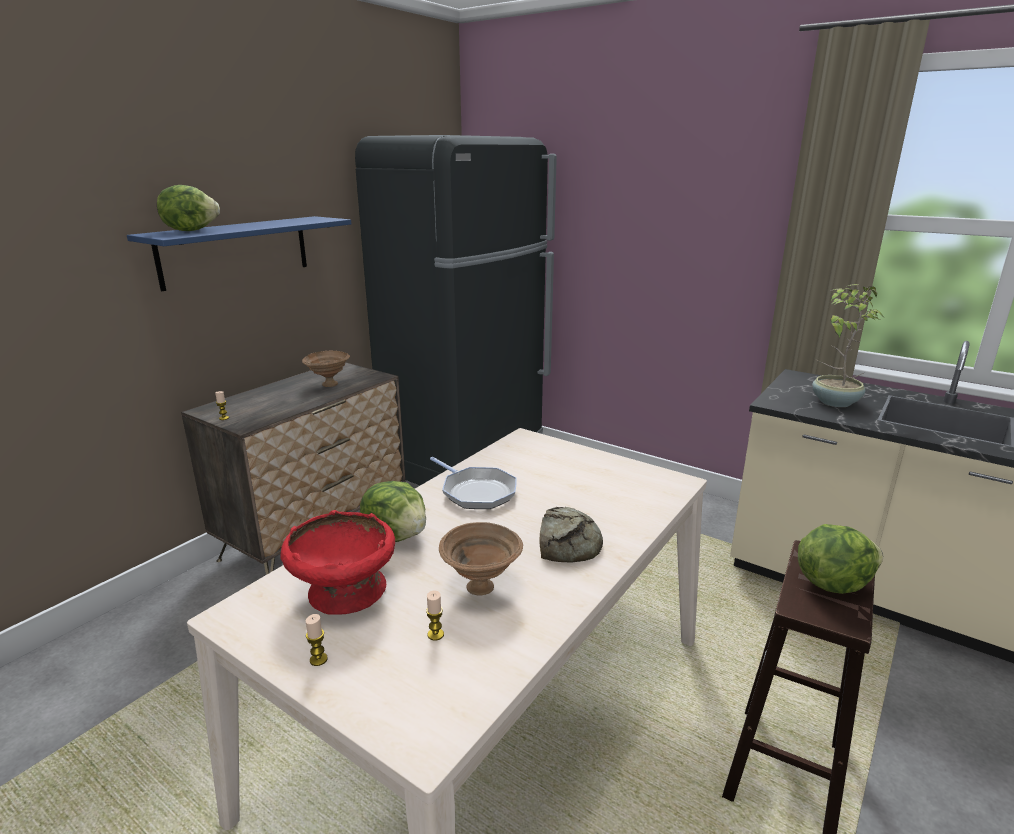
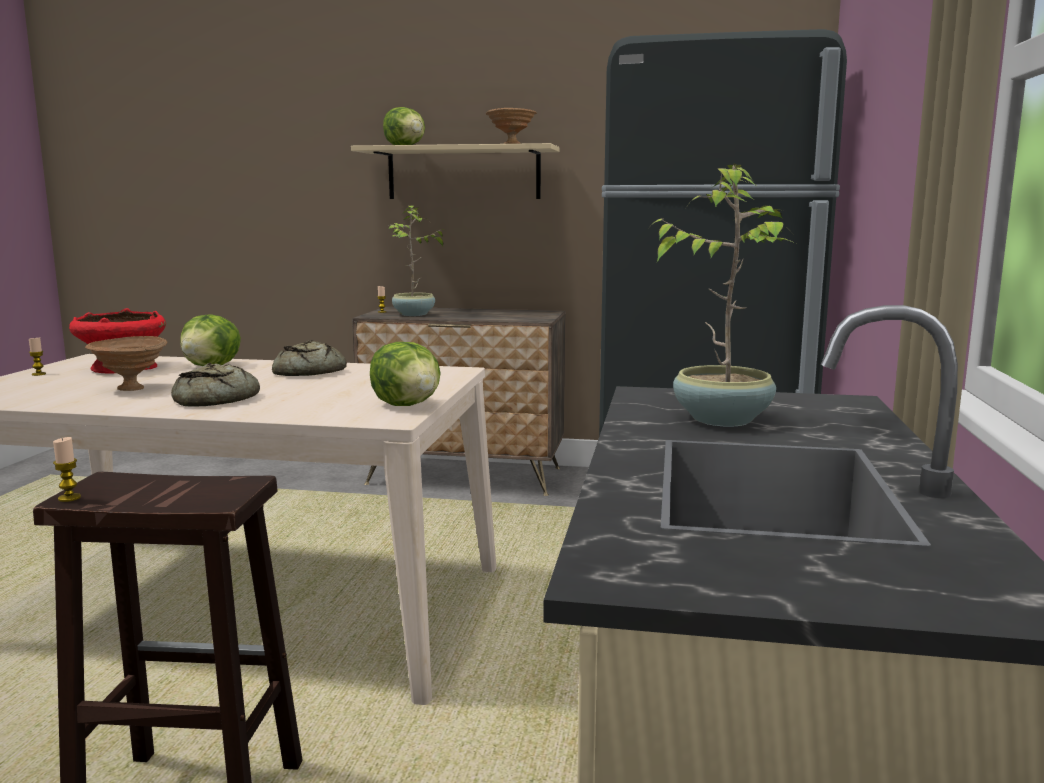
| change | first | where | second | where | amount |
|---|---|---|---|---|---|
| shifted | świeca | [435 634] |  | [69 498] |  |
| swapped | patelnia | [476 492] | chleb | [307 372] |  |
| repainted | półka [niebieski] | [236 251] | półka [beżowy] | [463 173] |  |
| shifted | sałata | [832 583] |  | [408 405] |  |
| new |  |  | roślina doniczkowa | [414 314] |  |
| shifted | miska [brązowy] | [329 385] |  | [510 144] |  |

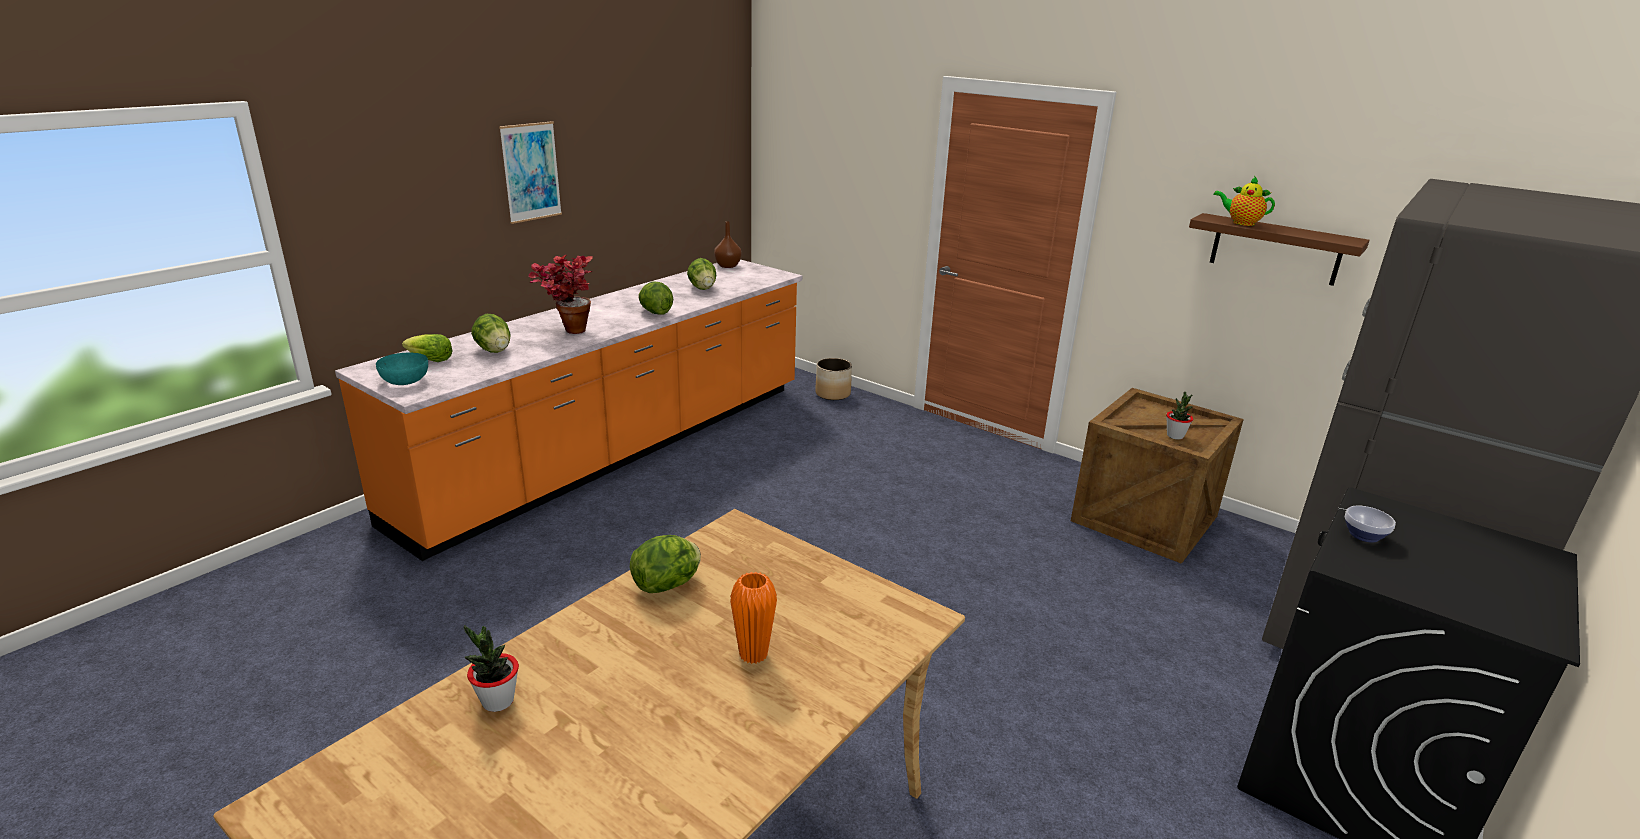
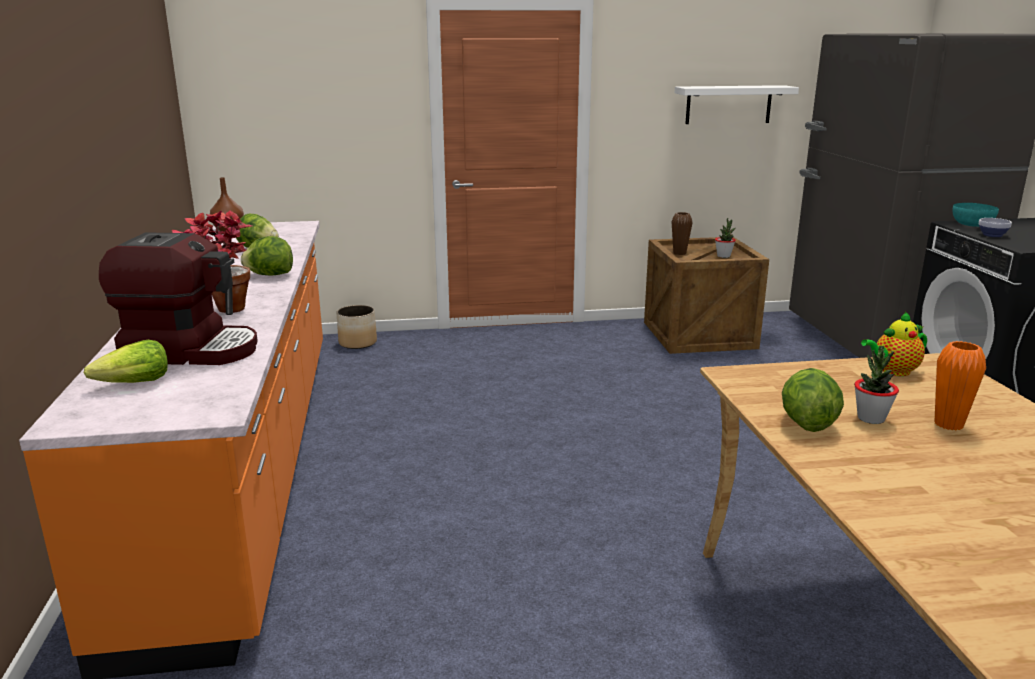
| change | first | where | second | where | amount |
|---|---|---|---|---|---|
| swapped | sałata | [494 350] | ekspres do kawy | [191 350] |  |
| new |  |  | wazon [brązowy] | [679 253] |  |
| repainted | półka [brązowy] | [1275 249] | półka [biały] | [728 104] |  |
| shifted | roślina doniczkowa | [497 701] |  | [871 418] |  |
| shifted | imbryk | [1241 223] |  | [892 371] |  |
| shifted | miska [turkusowy] | [405 380] |  | [971 224] |  |
| gone | obraz | [531 172] |  |  |  |

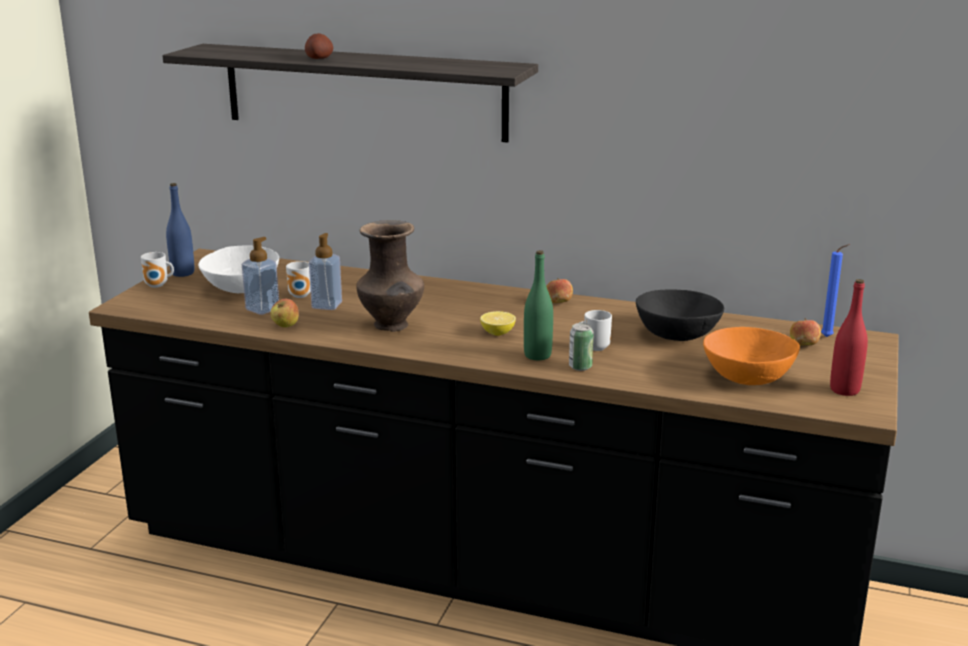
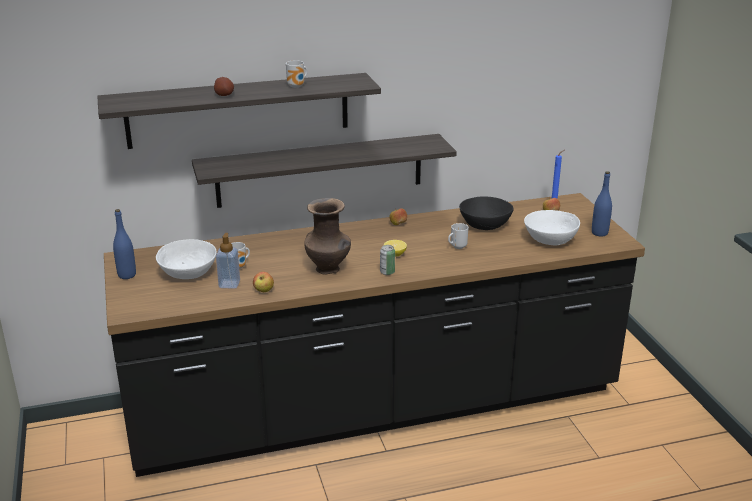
| change | first | where | second | where | amount |
|---|---|---|---|---|---|
| new |  |  | półka | [320 170] |  |
| shifted | kubek | [158 285] |  | [297 86] |  |
| shifted | puszka | [580 367] |  | [387 272] |  |
| repainted | miska [pomarańczowy] | [747 376] | miska [biały] | [550 240] |  |
| repainted | butelka [czerwony] | [844 390] | butelka [niebieski] | [599 233] |  |
| gone | dozownik mydła | [327 305] |  |  |  |
| gone | butelka [zielony] | [537 355] |  |  |  |

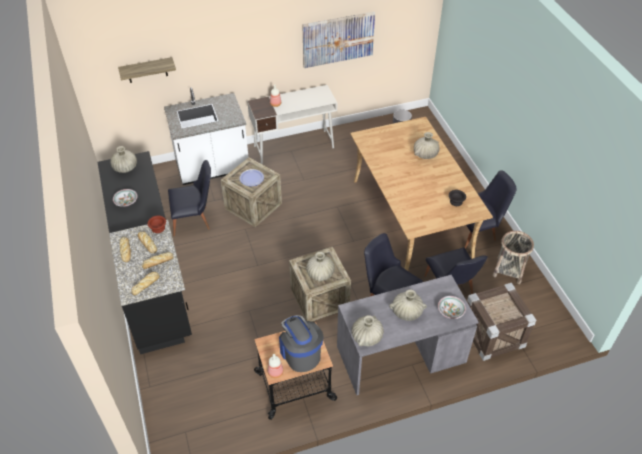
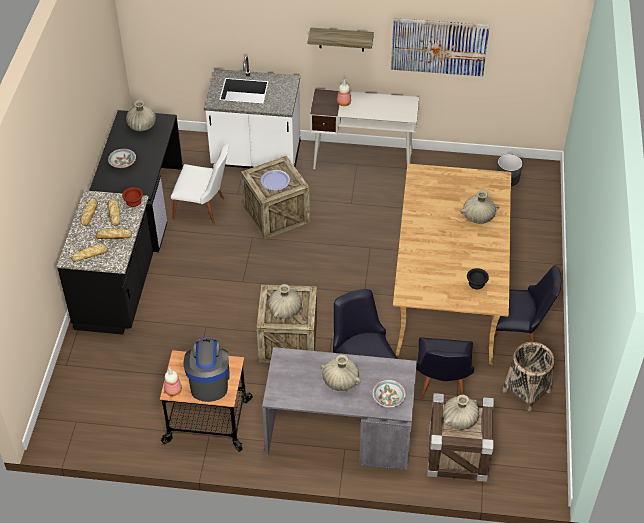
| change | first | where | second | where | amount |
|---|---|---|---|---|---|
| repainted | krzesło [czarny] | [195 220] | krzesło [biały] | [204 209] |  |
| shifted | półka | [147 70] |  | [341 39] |  |
| shifted | wazon [beżowy] | [367 337] |  | [460 420] |  |

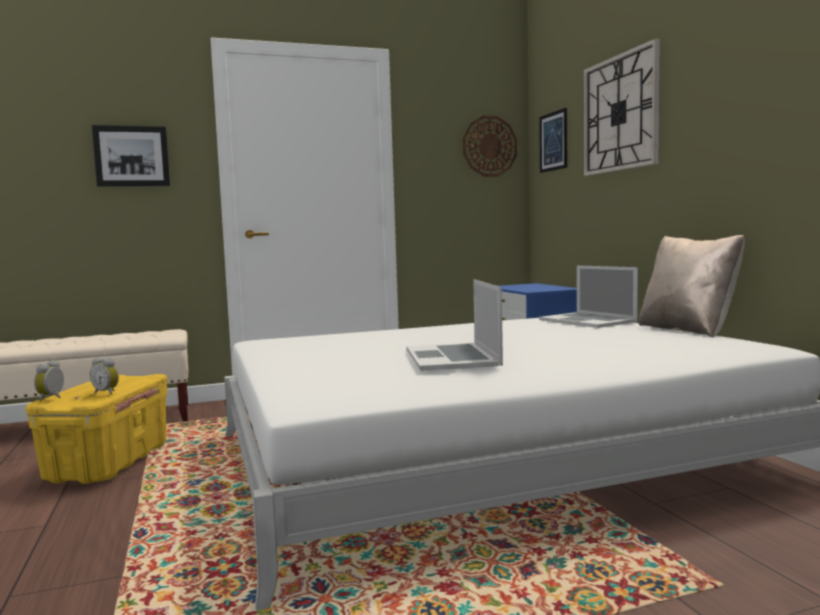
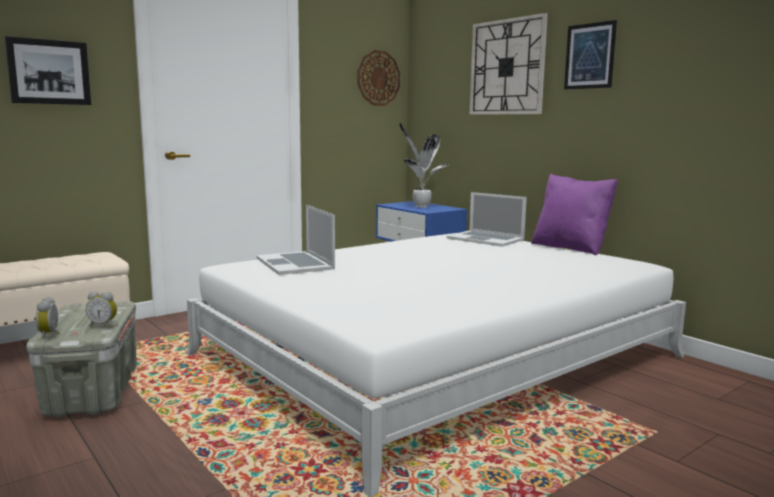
| change | first | where | second | where | amount |
|---|---|---|---|---|---|
| repainted | pojemnik do przechowywania [żółty] | [109 464] | pojemnik do przechowywania [szary] | [93 392] |  |
| shifted | laptop | [452 357] |  | [295 263] |  |
| new |  |  | roślina doniczkowa | [420 206] |  |
| repainted | poduszka [beżowy] | [688 330] | poduszka [fioletowy] | [570 248] |  |
| shifted | obraz | [553 141] |  | [589 56] |  |

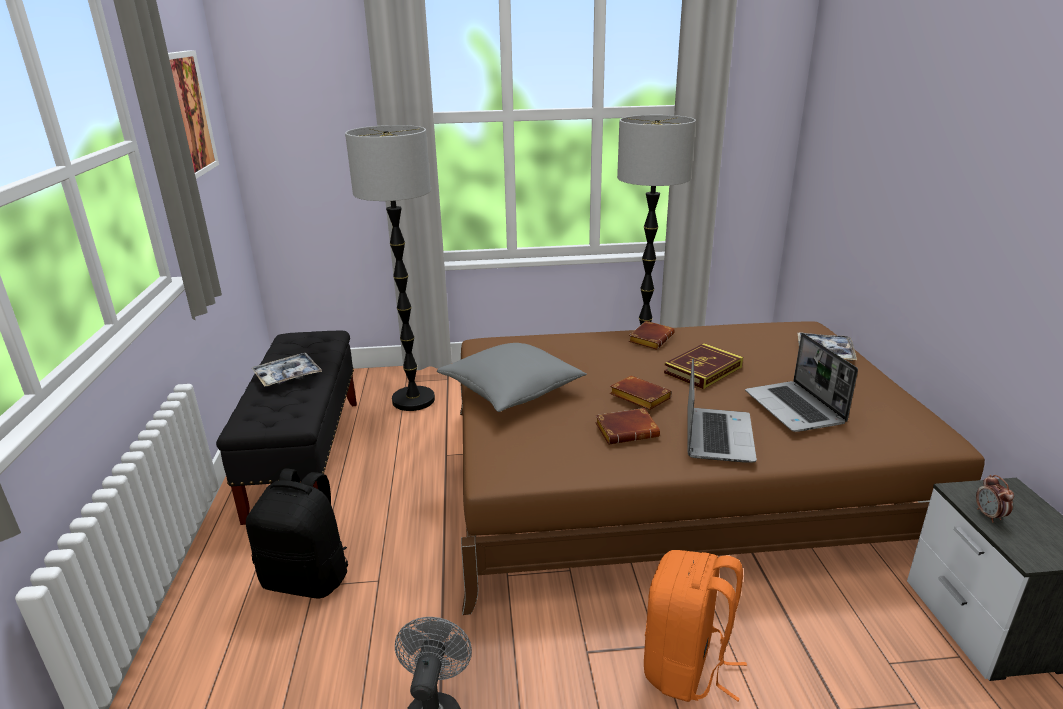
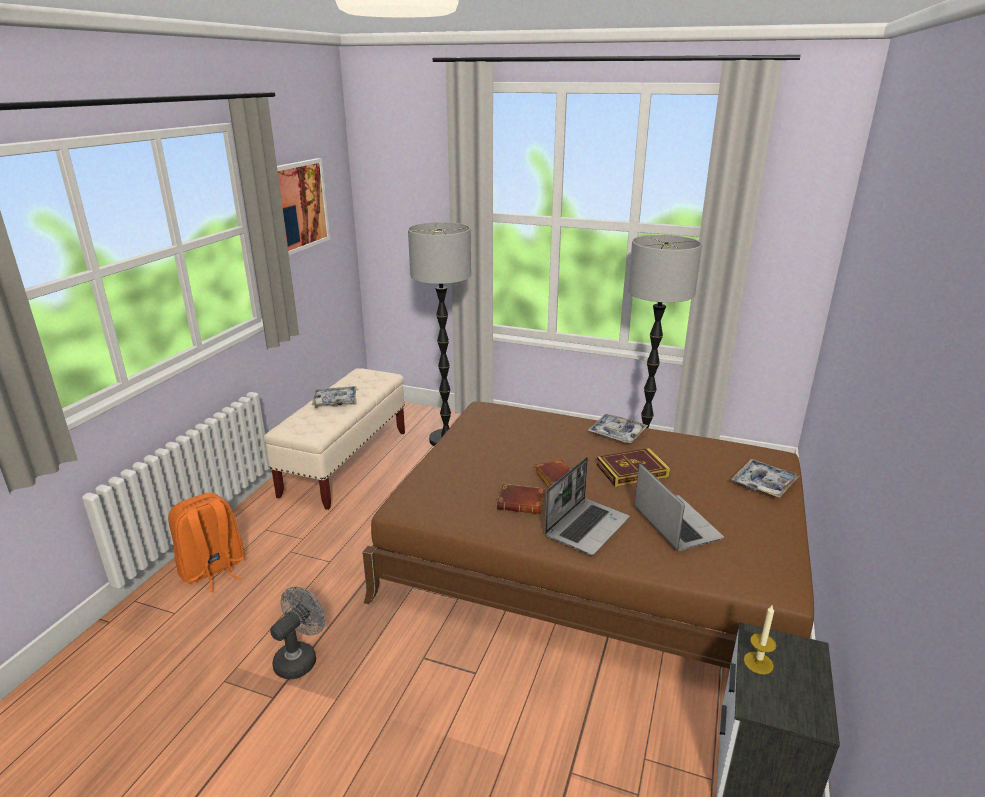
| change | first | where | second | where | amount |
|---|---|---|---|---|---|
| shifted | plecak [pomarańczowy] | [686 667] |  | [213 570] |  |
| repainted | ławka [czarny] | [306 457] | ławka [beżowy] | [346 463] |  |
| swapped | książka [brązowy] | [650 339] | taca | [617 433] |  |
| rotated | laptop | [795 408] |  | [675 524] | 150 degrees clockwise |
| swapped | budzik | [989 515] | świeca | [758 663] |  |
| gone | plecak [czarny] | [308 578] |  |  |  |
| gone | poduszka [szary] | [511 391] |  |  |  |

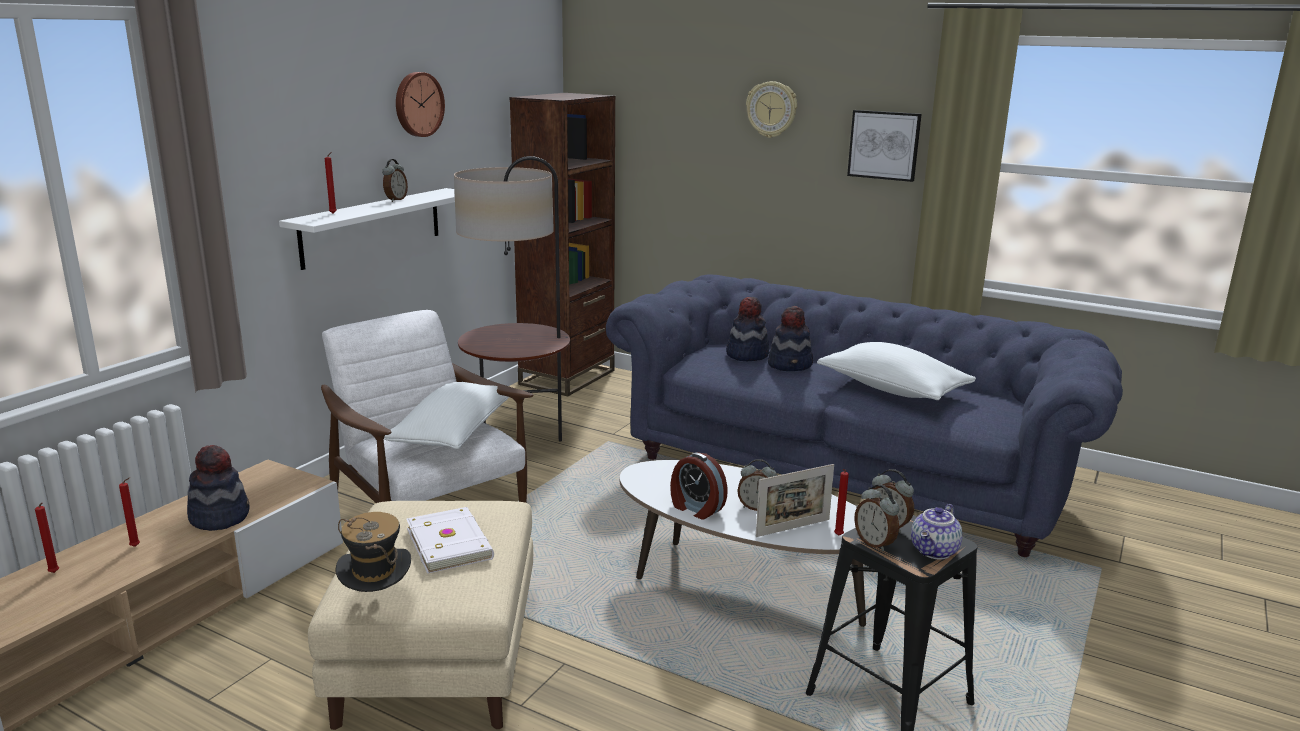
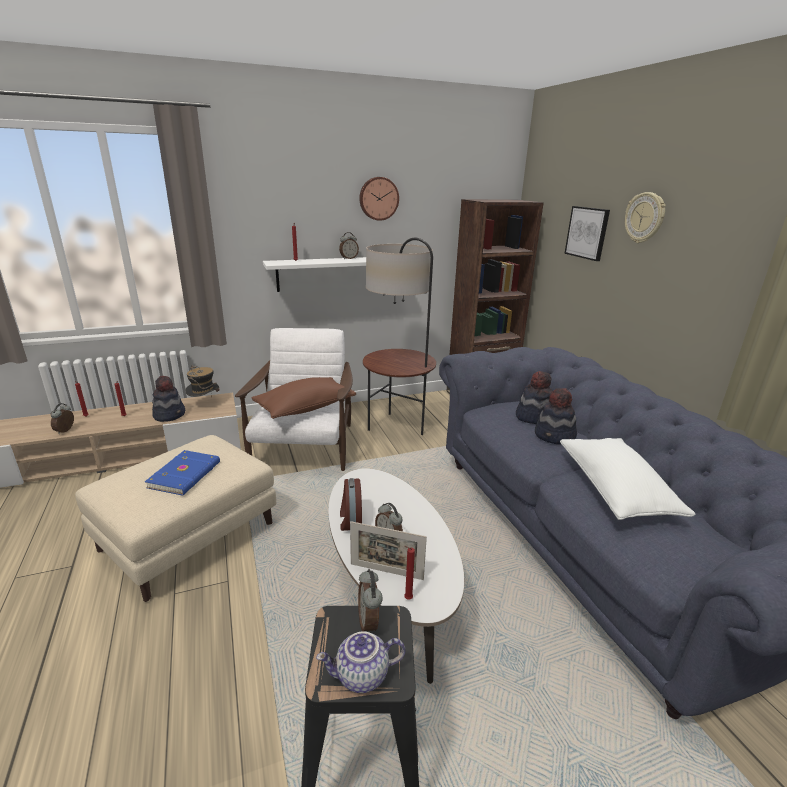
| change | first | where | second | where | amount |
|---|---|---|---|---|---|
| shifted | budzik | [875 543] |  | [66 431] |  |
| repainted | książka [biały] | [451 543] | książka [niebieski] | [186 475] |  |
| shifted | kapelusz | [377 602] |  | [205 404] |  |
| repainted | poduszka [biały] | [452 433] | poduszka [brązowy] | [305 408] |  |
| shifted | obraz | [884 145] |  | [587 233] |  |

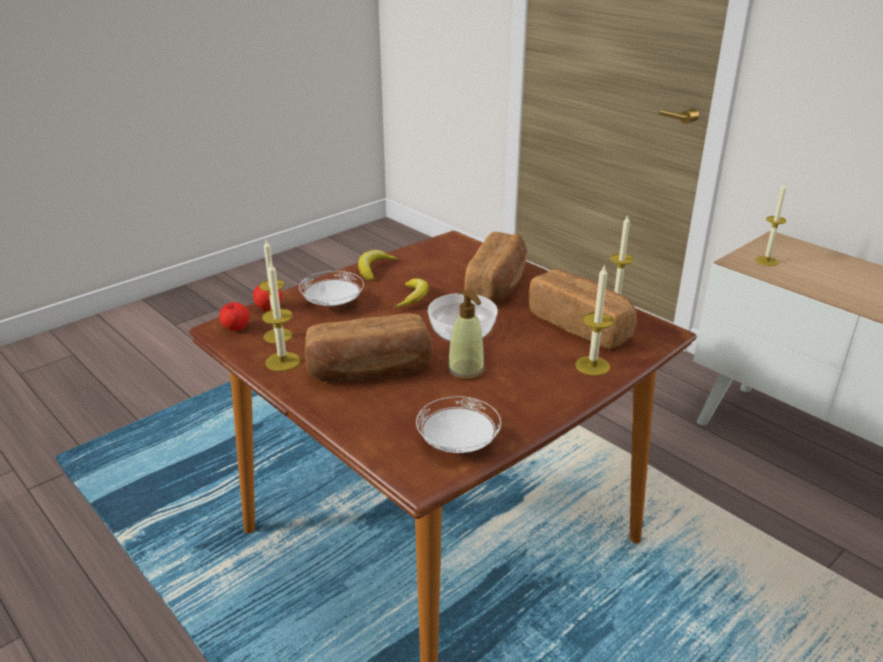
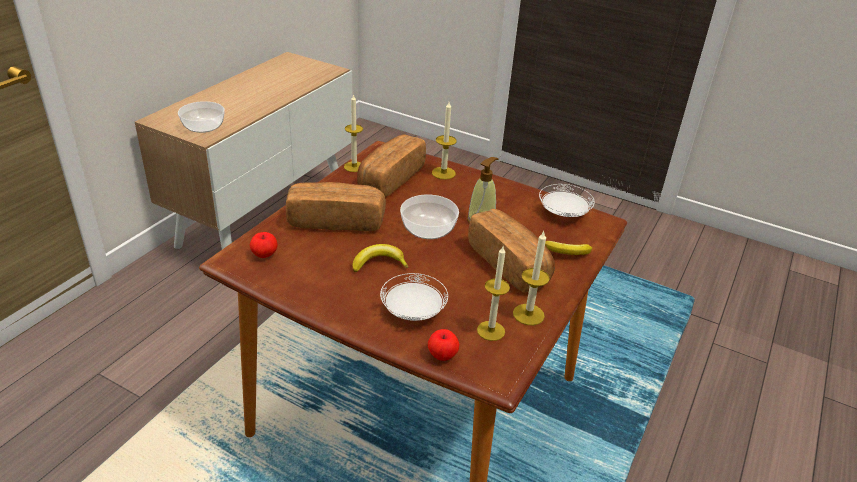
| change | first | where | second | where | amount |
|---|---|---|---|---|---|
| swapped | świeca | [766 261] | miska | [203 126] |  |
| shifted | jabłko | [236 328] |  | [264 255] |  |
| shifted | banan | [374 269] |  | [565 252] |  |

